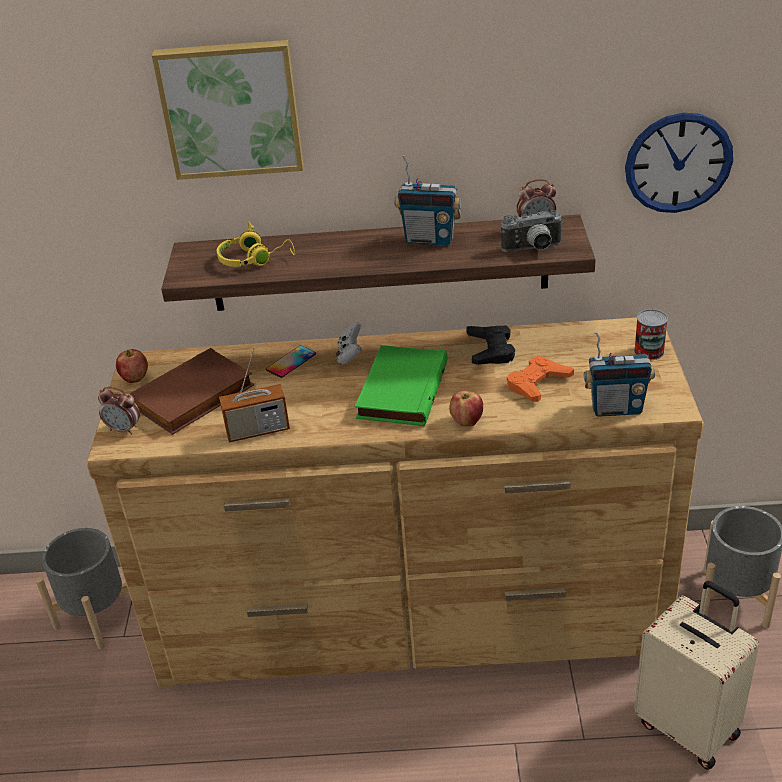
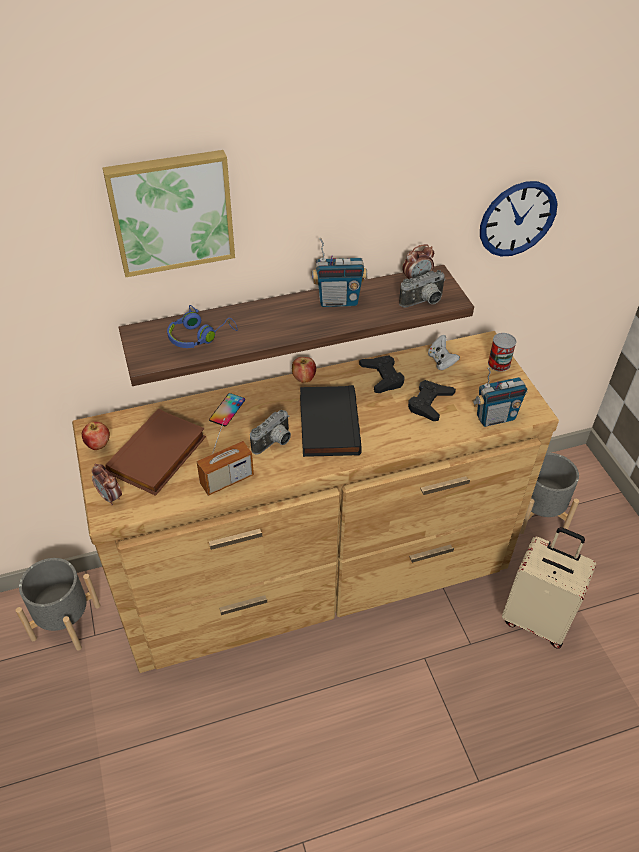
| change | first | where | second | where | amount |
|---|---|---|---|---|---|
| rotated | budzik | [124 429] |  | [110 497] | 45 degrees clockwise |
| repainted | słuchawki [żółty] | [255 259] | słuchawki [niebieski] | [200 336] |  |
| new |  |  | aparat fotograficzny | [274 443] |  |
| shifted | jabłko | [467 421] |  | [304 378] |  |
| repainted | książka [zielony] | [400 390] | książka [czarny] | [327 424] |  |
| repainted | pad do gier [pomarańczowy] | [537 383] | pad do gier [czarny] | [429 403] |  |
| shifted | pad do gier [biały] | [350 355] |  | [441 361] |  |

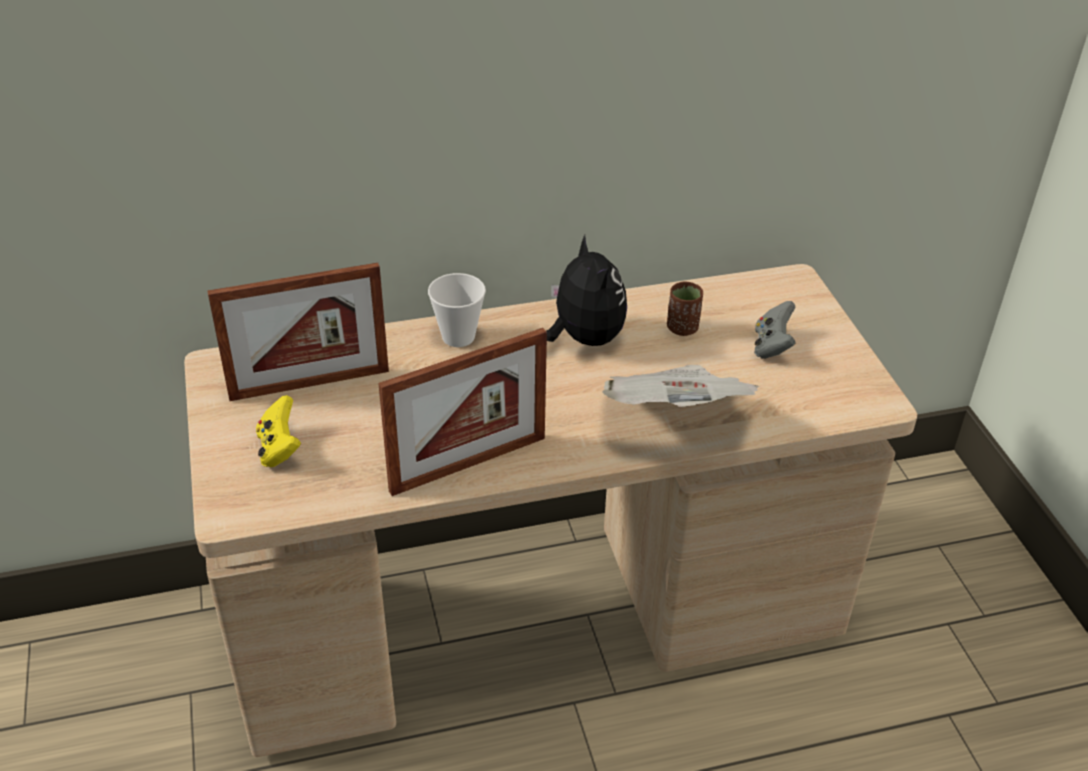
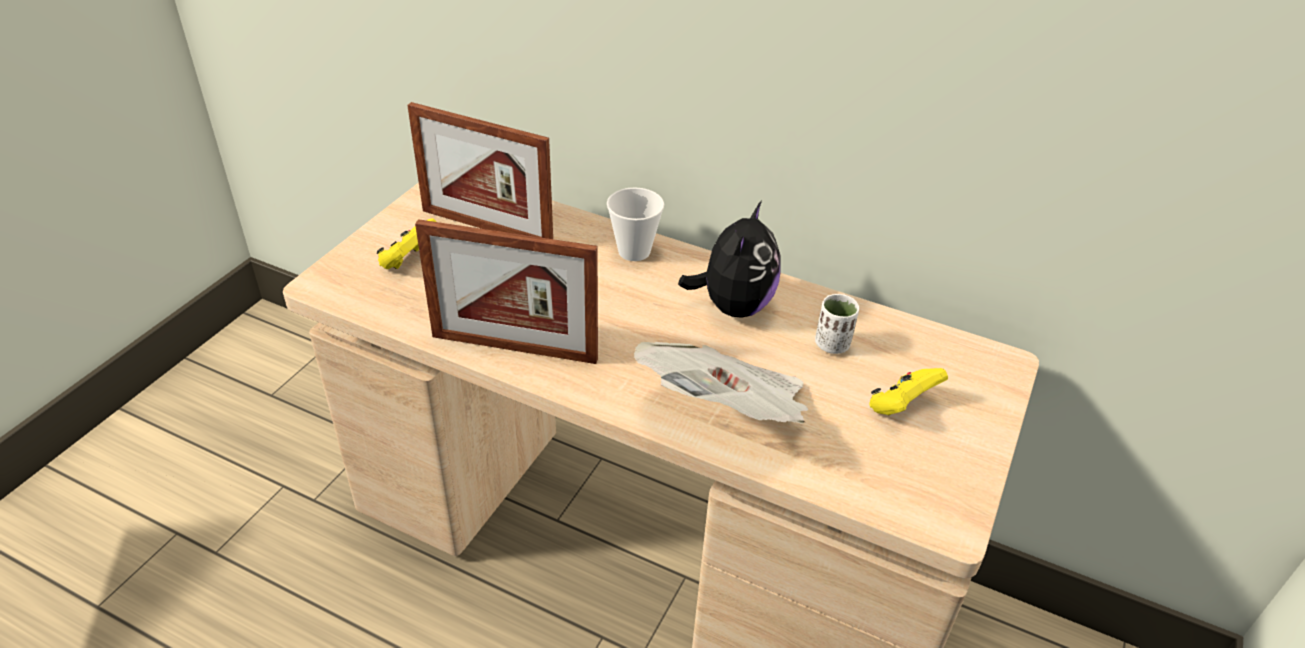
| change | first | where | second | where | amount |
|---|---|---|---|---|---|
| repainted | filiżanka [brązowy] | [682 328] | filiżanka [biały] | [832 344] |  |
| repainted | pad do gier [szary] | [772 346] | pad do gier [żółty] | [901 407] |  |

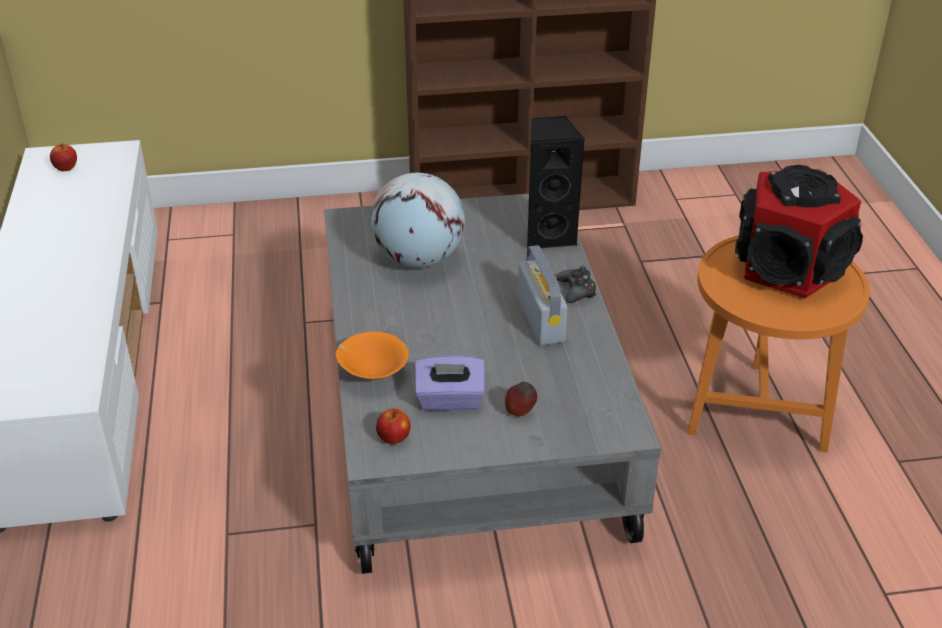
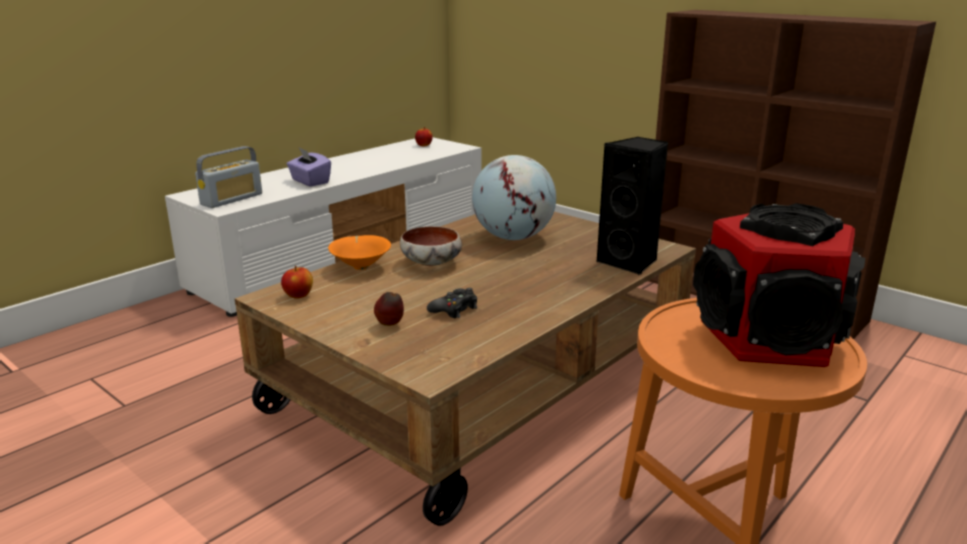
| change | first | where | second | where | amount |
|---|---|---|---|---|---|
| shifted | radio | [540 319] |  | [232 199] |  |
| repainted | ława [szary] | [472 413] | ława [brązowy] | [484 382] |  |
| shifted | pudełko chusteczek [fioletowy] | [450 400] |  | [310 181] |  |
| new |  |  | miska | [432 263] |  |
| shifted | pad do gier [czarny] | [576 290] |  | [454 309] |  |

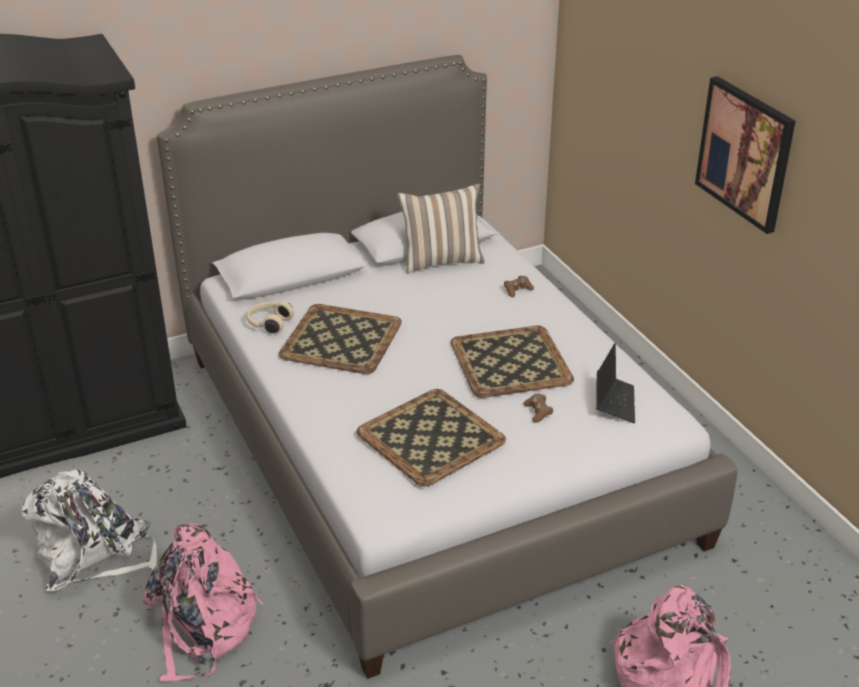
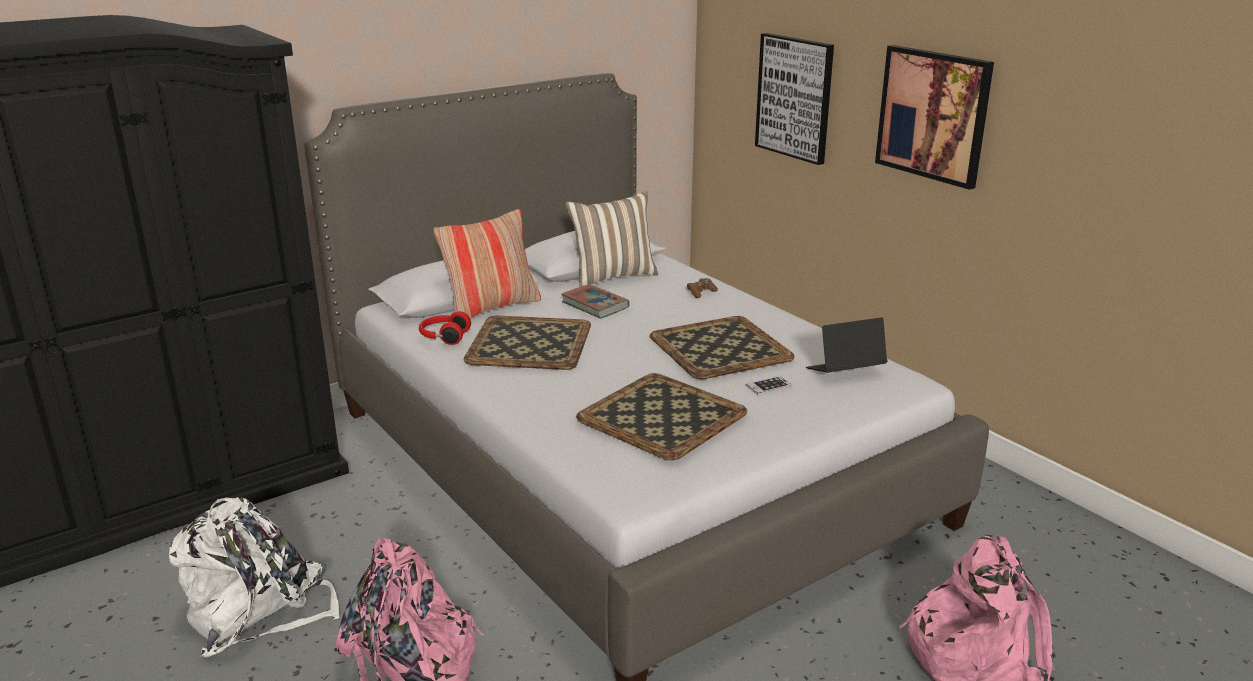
| change | first | where | second | where | amount |
|---|---|---|---|---|---|
| repainted | słuchawki [beżowy] | [269 323] | słuchawki [czerwony] | [444 337] |  |
| new |  |  | poduszka | [491 307] |  |
| new |  |  | książka | [595 305] |  |
| swapped | pad do gier [brązowy] | [538 412] | telefon | [768 386] |  |
| new |  |  | obraz | [795 97] |  |
| rotated | laptop | [614 403] |  | [845 372] | 105 degrees counterclockwise |

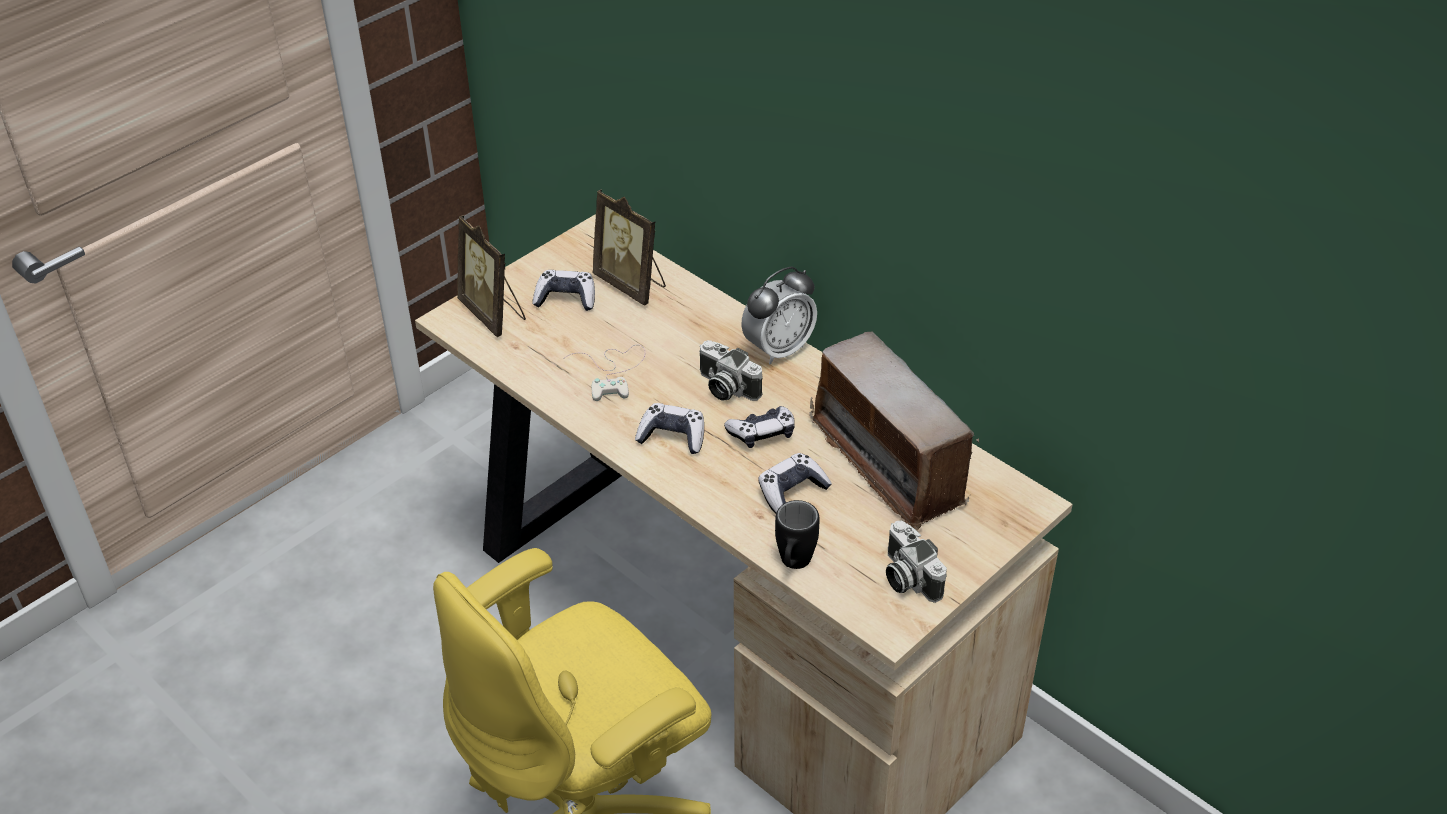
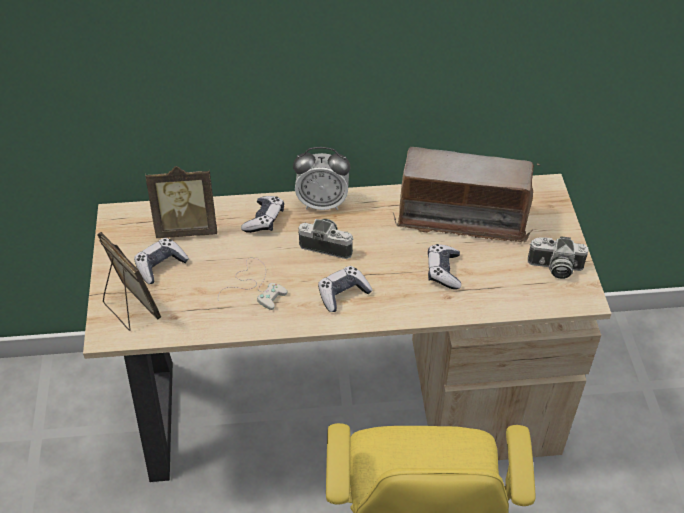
| change | first | where | second | where | amount |
|---|---|---|---|---|---|
| rotated | ramka na zdjęcie | [494 314] |  | [130 309] | 135 degrees counterclockwise |
| shifted | pad do gier | [762 433] |  | [264 220] |  |
| rotated | budzik | [778 349] |  | [322 203] | 90 degrees clockwise |
| rotated | aparat fotograficzny | [725 388] |  | [328 245] | 150 degrees counterclockwise |
| gone | kubek [czarny] | [793 565] |  |  |  |

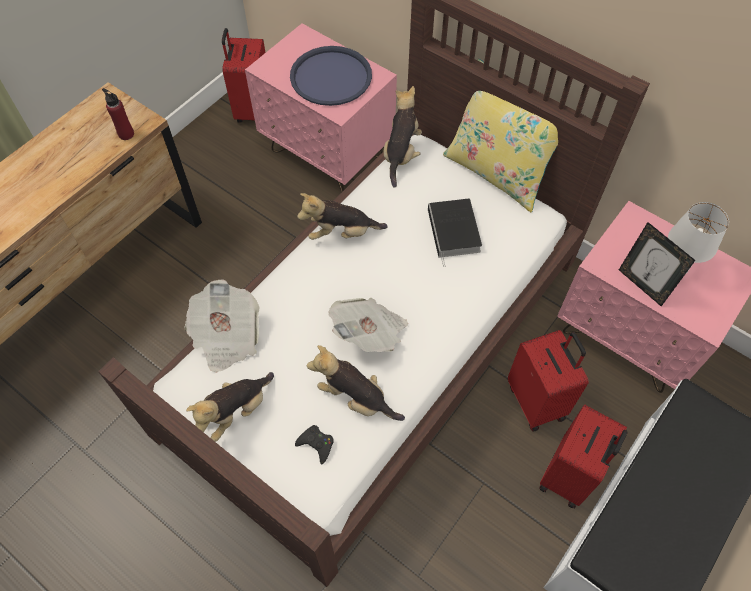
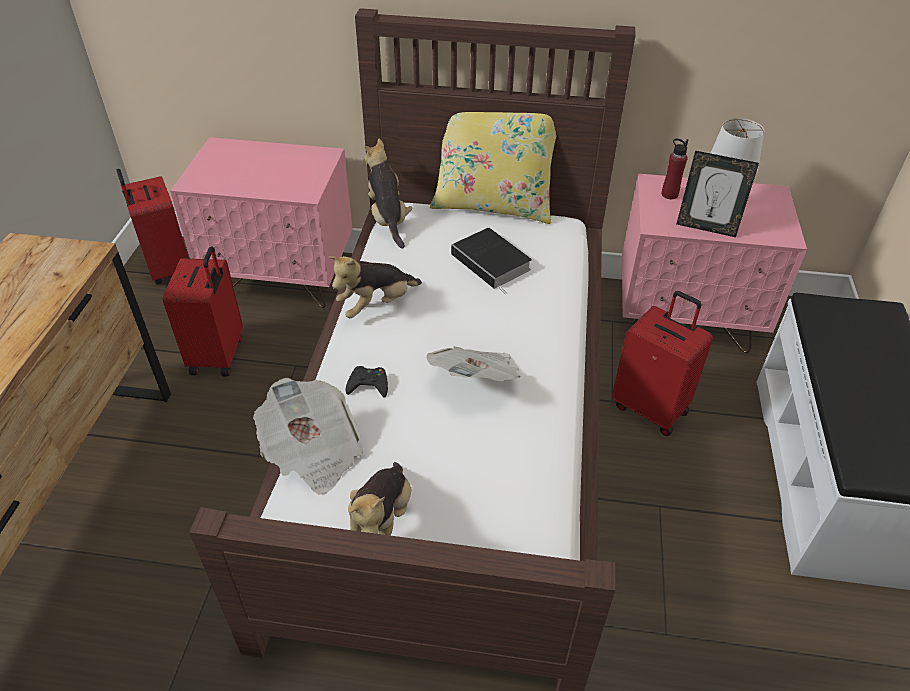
| change | first | where | second | where | amount |
|---|---|---|---|---|---|
| shifted | walizka [czerwony] | [569 475] |  | [219 355] |  |
| shifted | pad do gier [czarny] | [316 444] |  | [368 385] |  |
| shifted | butelka [czerwony] | [126 134] |  | [669 194] |  |
| gone | taca [niebieski] | [331 77] |  |  |  |
| gone | pluszak | [356 398] |  |  |  |

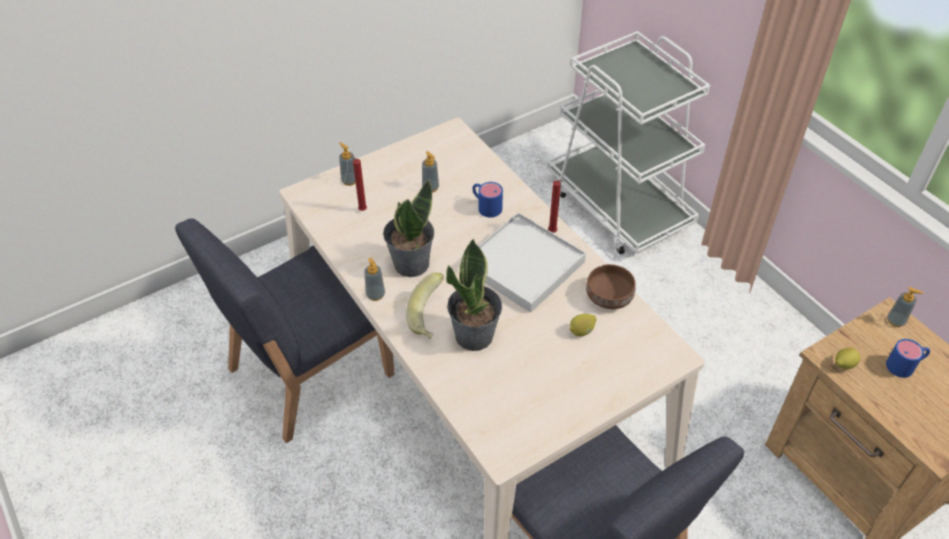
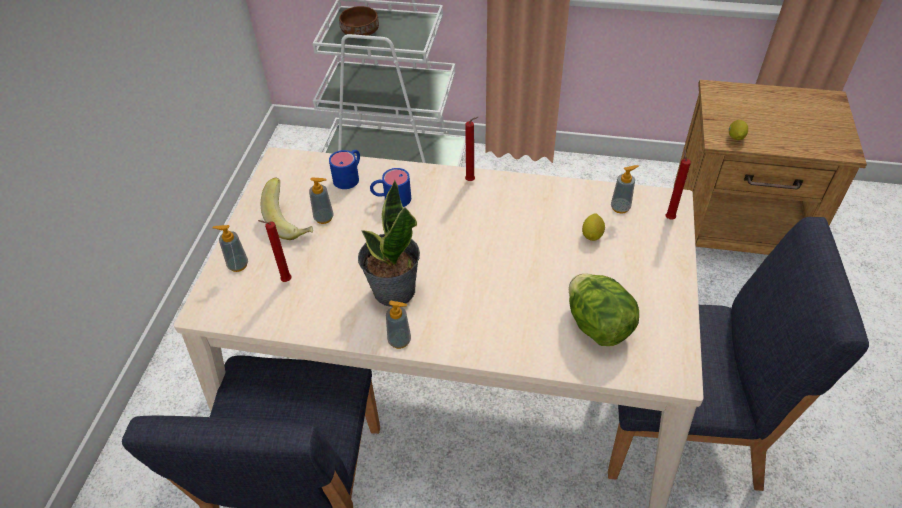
| change | first | where | second | where | amount |
|---|---|---|---|---|---|
| shifted | banan | [430 317] |  | [291 222] |  |
| shifted | kubek [niebieski] | [905 365] |  | [349 176] |  |
| shifted | miska [brązowy] | [609 297] |  | [361 32] |  |
| new |  |  | sałata | [597 325] |  |
| shifted | dozownik mydła | [895 321] |  | [620 207] |  |
| new |  |  | świeca [czerwony] | [669 217] |  |
| gone | roślina doniczkowa | [475 336] |  |  |  |
| gone | taca [biały] | [524 265] |  |  |  |

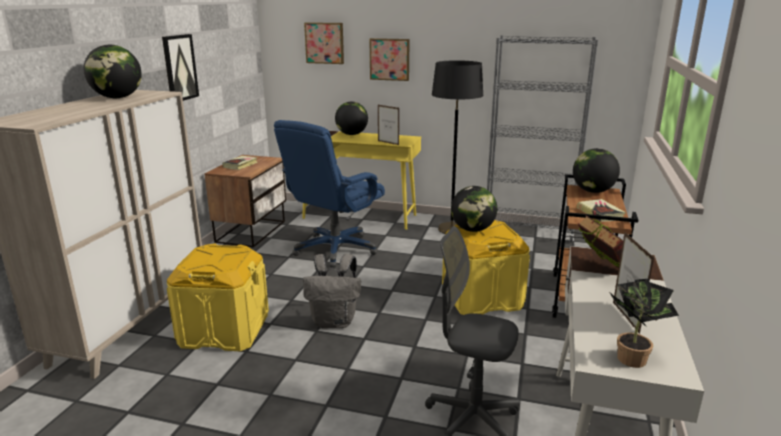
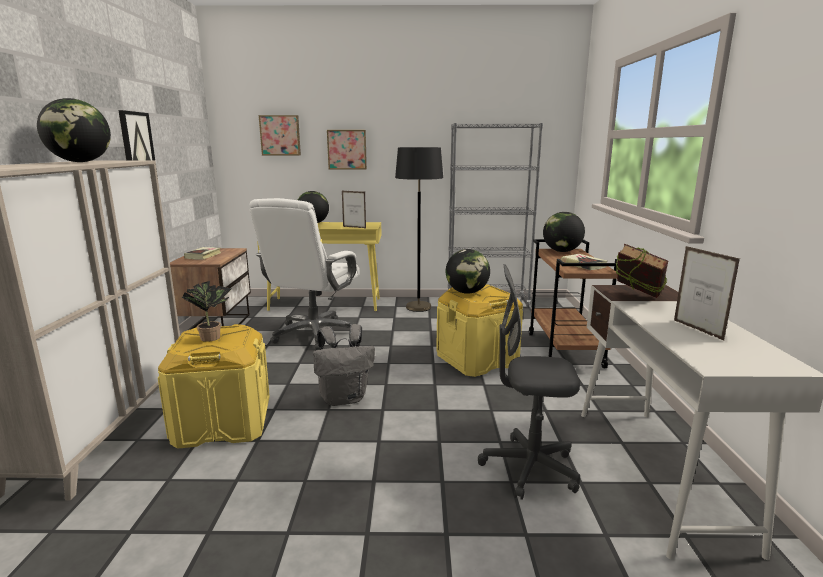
| change | first | where | second | where | amount |
|---|---|---|---|---|---|
| shifted | roślina doniczkowa | [632 357] |  | [212 337] |  |
| repainted | krzesło biurowe [niebieski] | [335 249] | krzesło biurowe [biały] | [314 334] |  |

